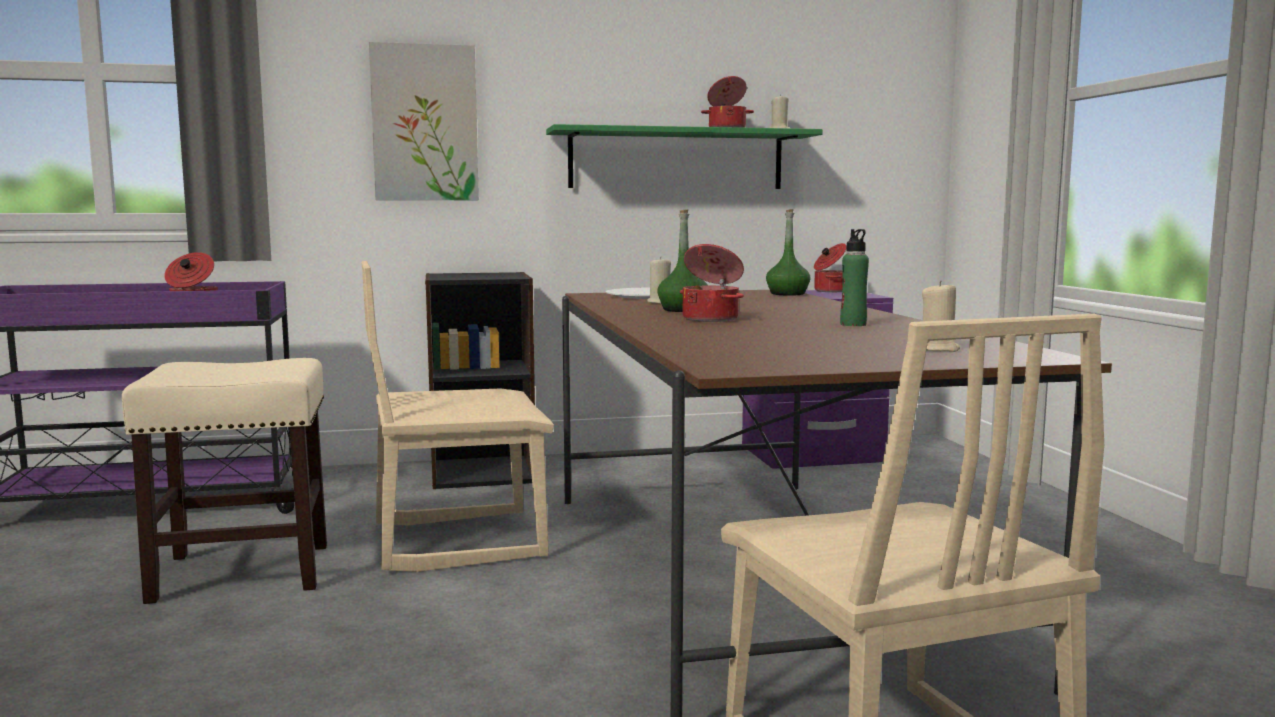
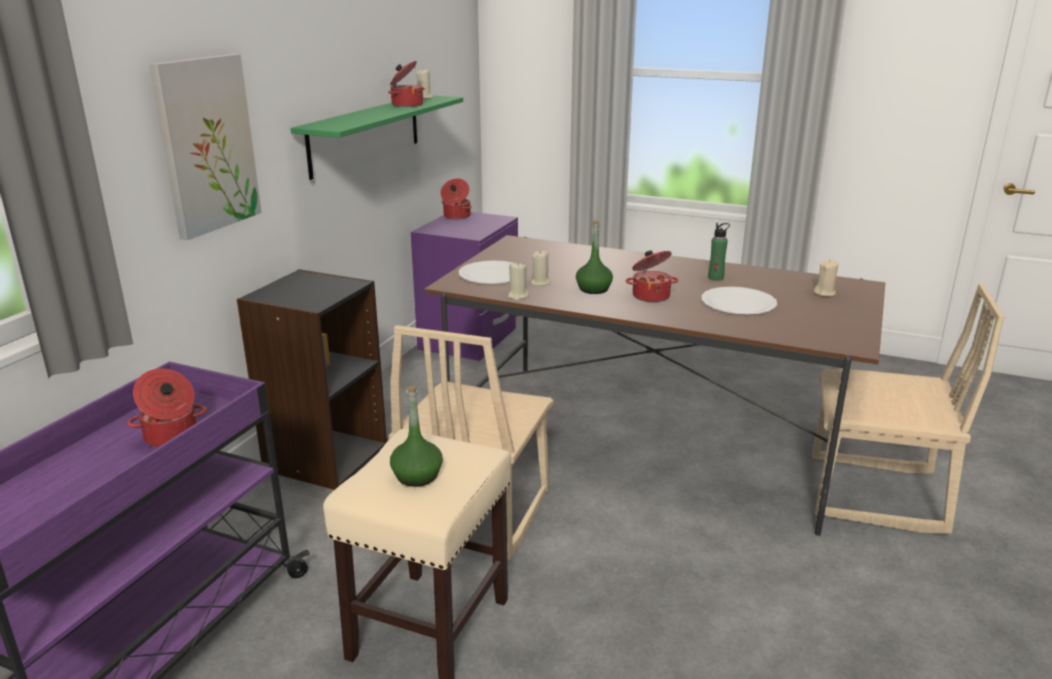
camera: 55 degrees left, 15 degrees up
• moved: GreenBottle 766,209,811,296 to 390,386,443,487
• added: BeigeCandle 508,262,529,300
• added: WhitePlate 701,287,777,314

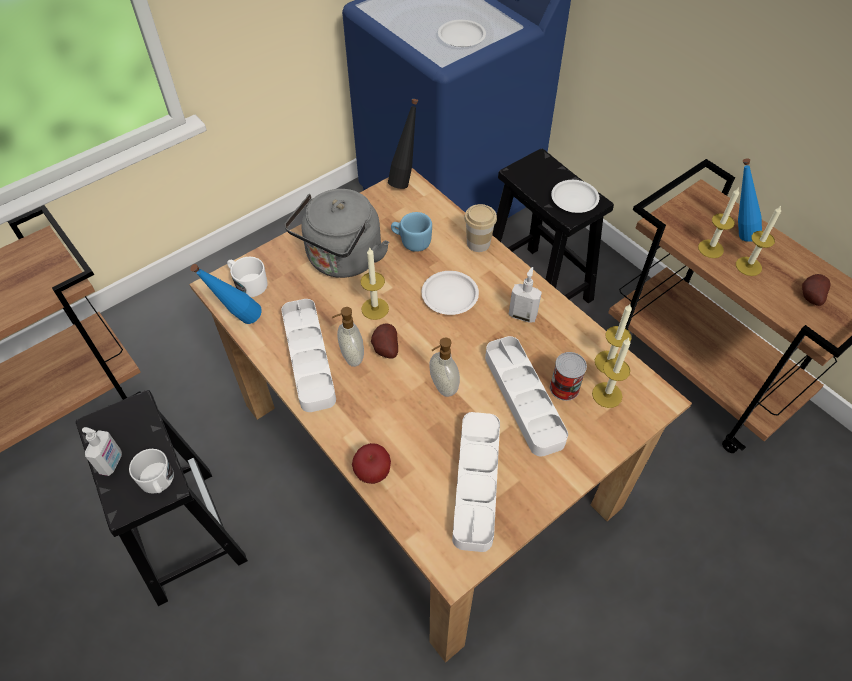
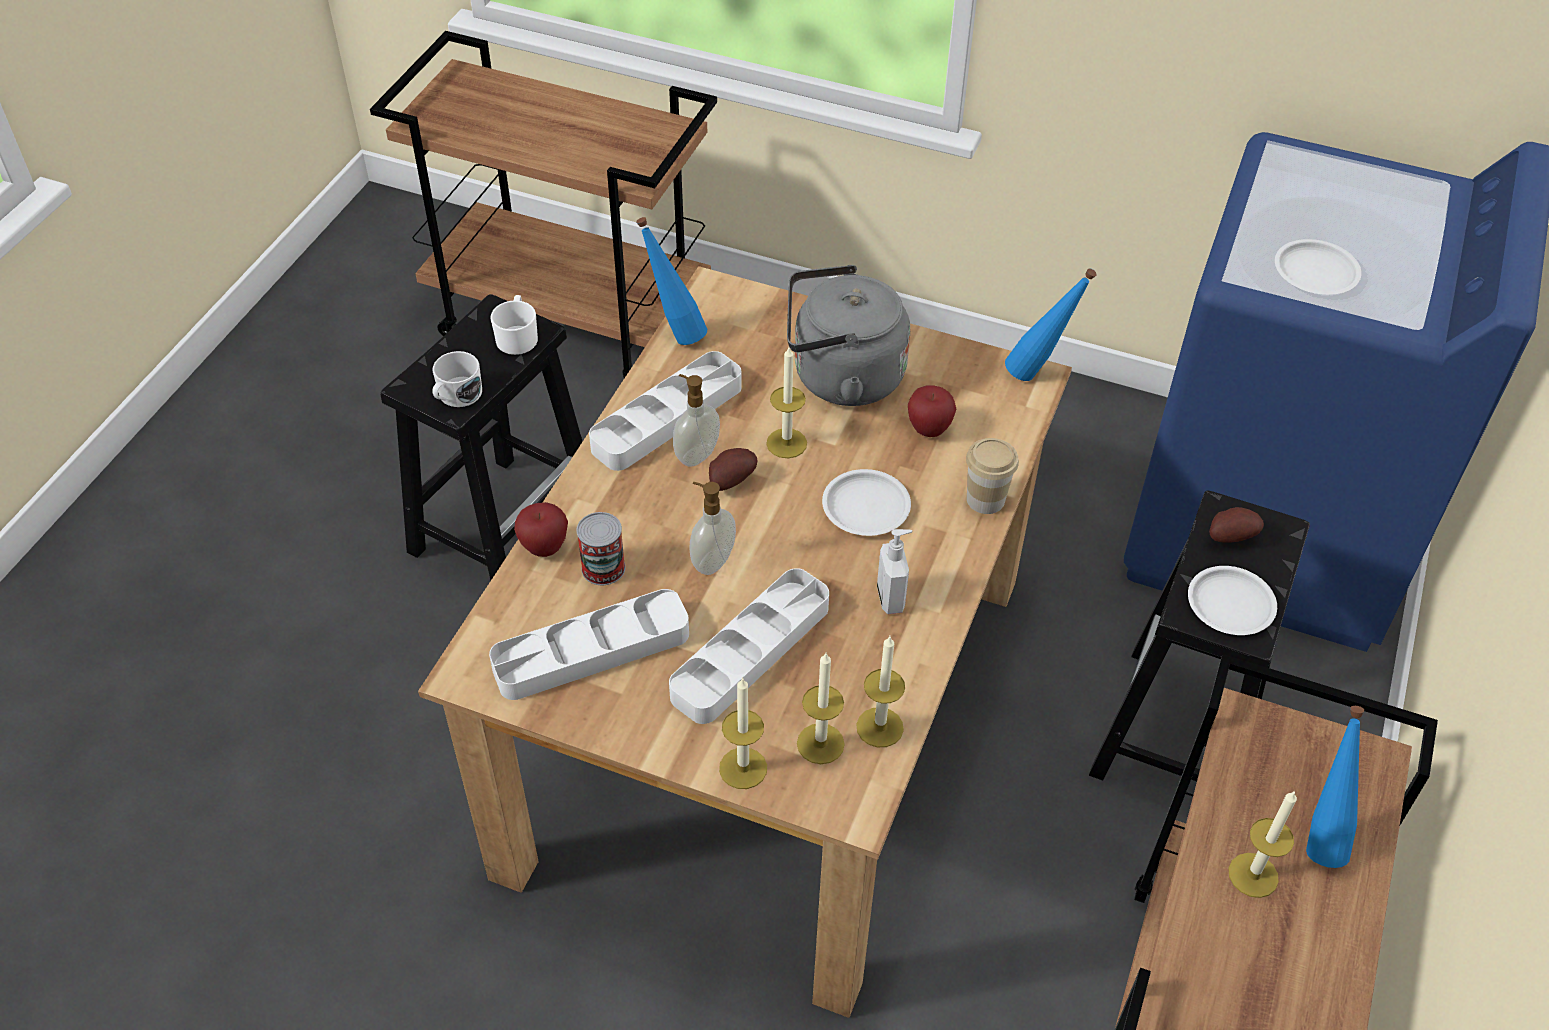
camera: 60 degrees right, 5 degrees down
• removed: SoapDispenser 82,427,122,476
• moved: WhiteMug 227,257,268,297 to 491,295,538,355
• recoloured: BlackBottle 388,99,418,189 to BlueBottle 1005,268,1097,381
• replaced: BlueMug 391,212,432,252 to Apple 908,385,956,437
• moved: Can 550,352,587,401 to 577,512,625,585
• moved: Candle 698,187,739,258 to 719,677,767,789
• moved: Potato 802,274,830,306 to 1209,507,1264,543

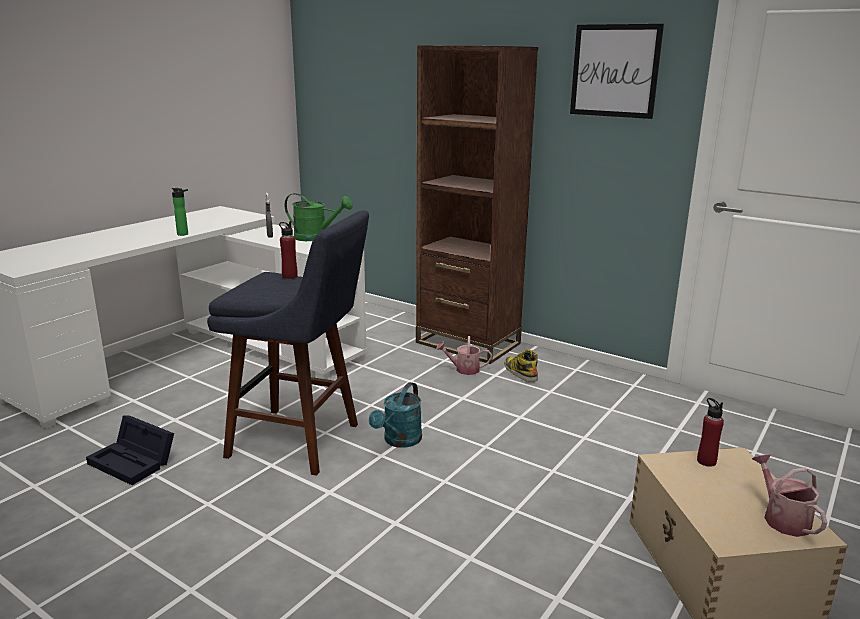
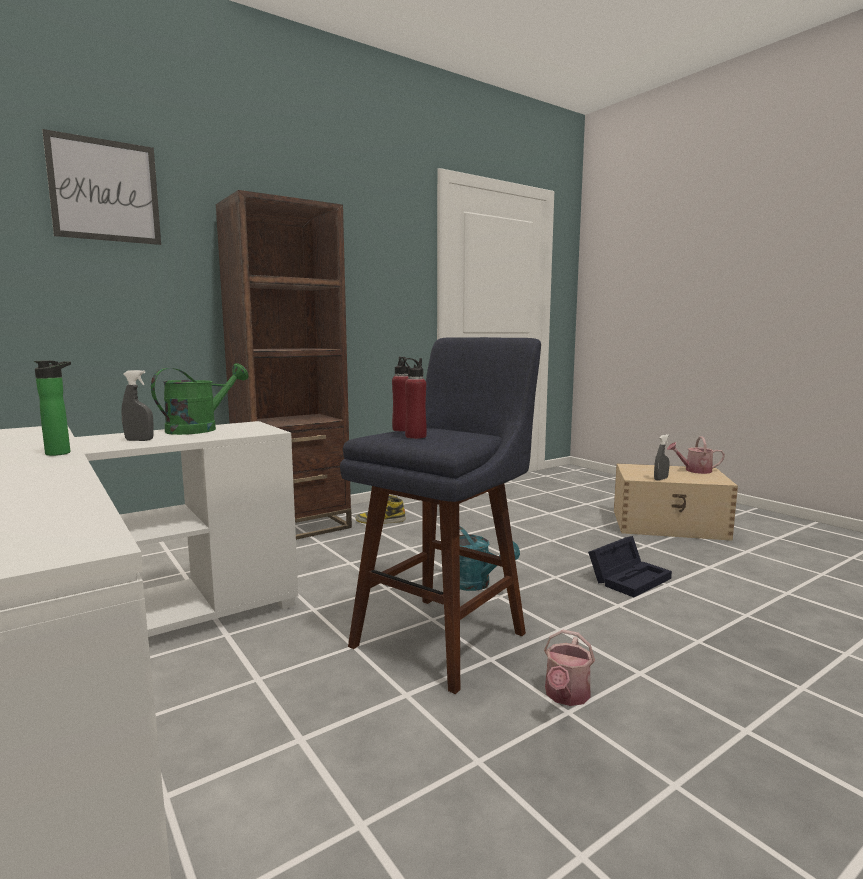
camera: 70 degrees left, 10 degrees down
• moved: BlackStorageBox 86,416,174,485 to 588,536,672,597
• moved: WateringCan 436,336,492,375 to 544,630,595,706
• moved: Picture 570,24,664,119 to 42,129,161,245
• moved: RedBottle 697,398,724,467 to 405,358,427,439
• added: GreySprayBottle 654,434,670,480

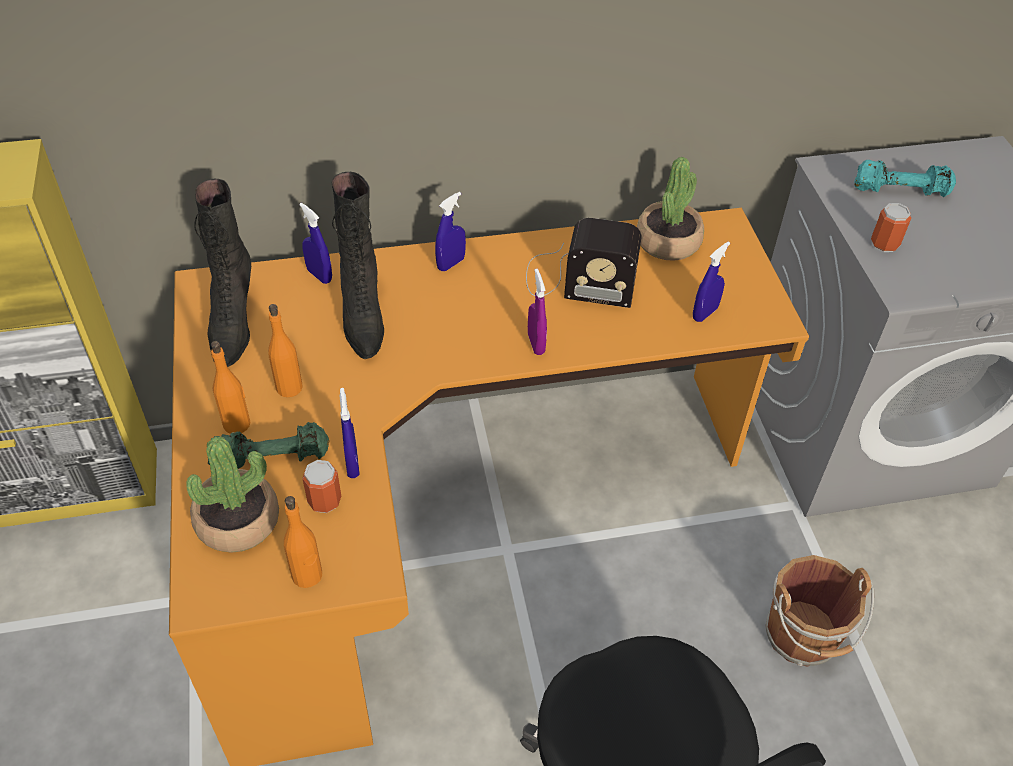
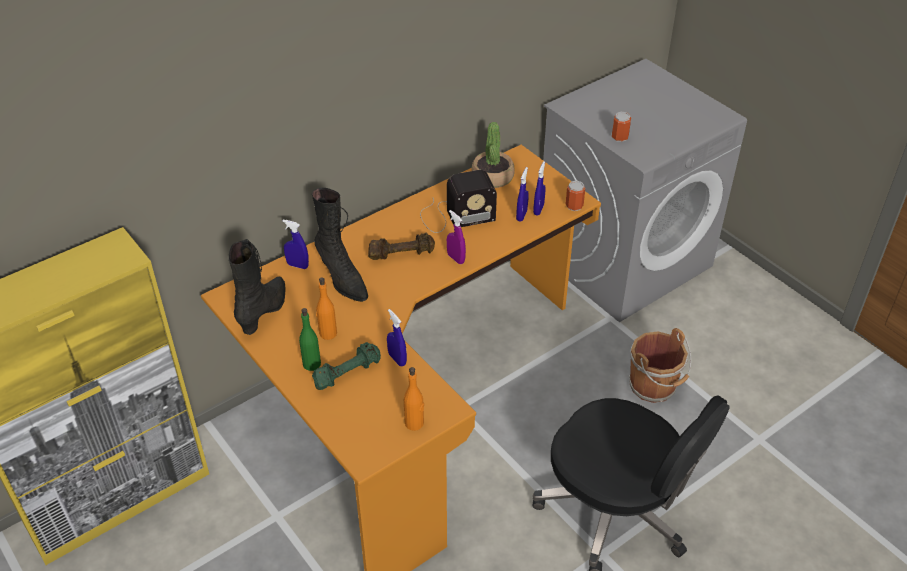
camera: 25 degrees left, 5 degrees down
• removed: PottedPlant 186,436,279,553
• turned: BlackBoot 194,179,251,367 = 229,239,285,335 135 degrees counterclockwise
• recoloured: OrangeBottle 211,341,250,434 to GreenBottle 299,308,321,371
• moved: Can 302,460,341,513 to 566,180,585,211
• moved: BlueSprayBottle 435,192,466,271 to 516,167,529,222
• removed: TurquoiseDumbbell 854,160,956,197
• added: BrownDumbbell 368,233,435,260

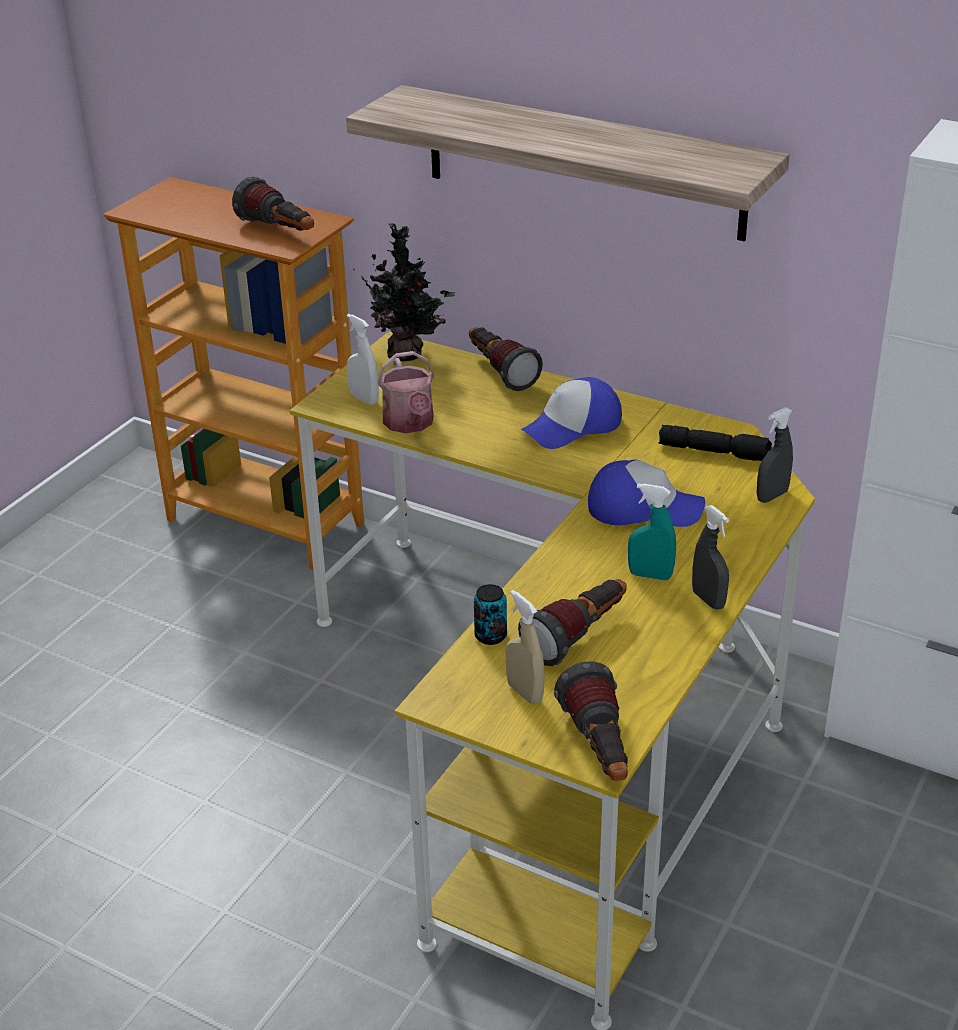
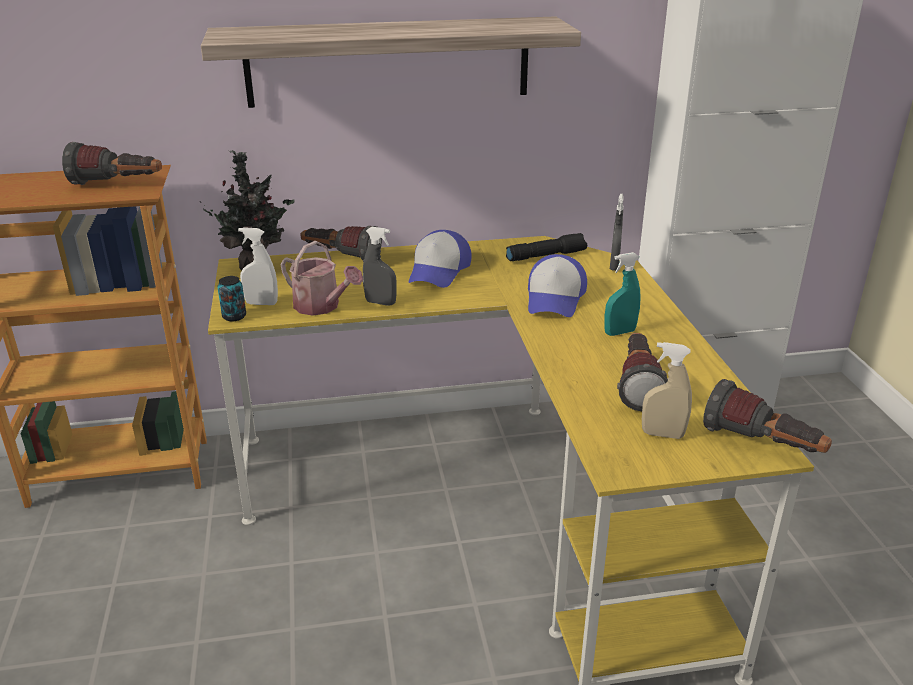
camera: 40 degrees left, 5 degrees down
• moved: Can 474,584,507,645 to 217,276,246,321
• turned: Cap 588,460,705,527 = 528,254,587,317 135 degrees clockwise
• moved: GreySprayBottle 692,505,729,610 to 363,227,397,306

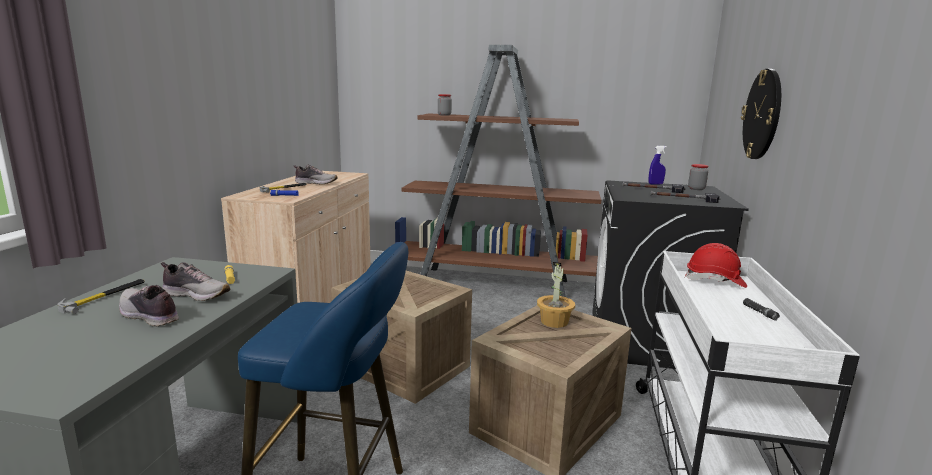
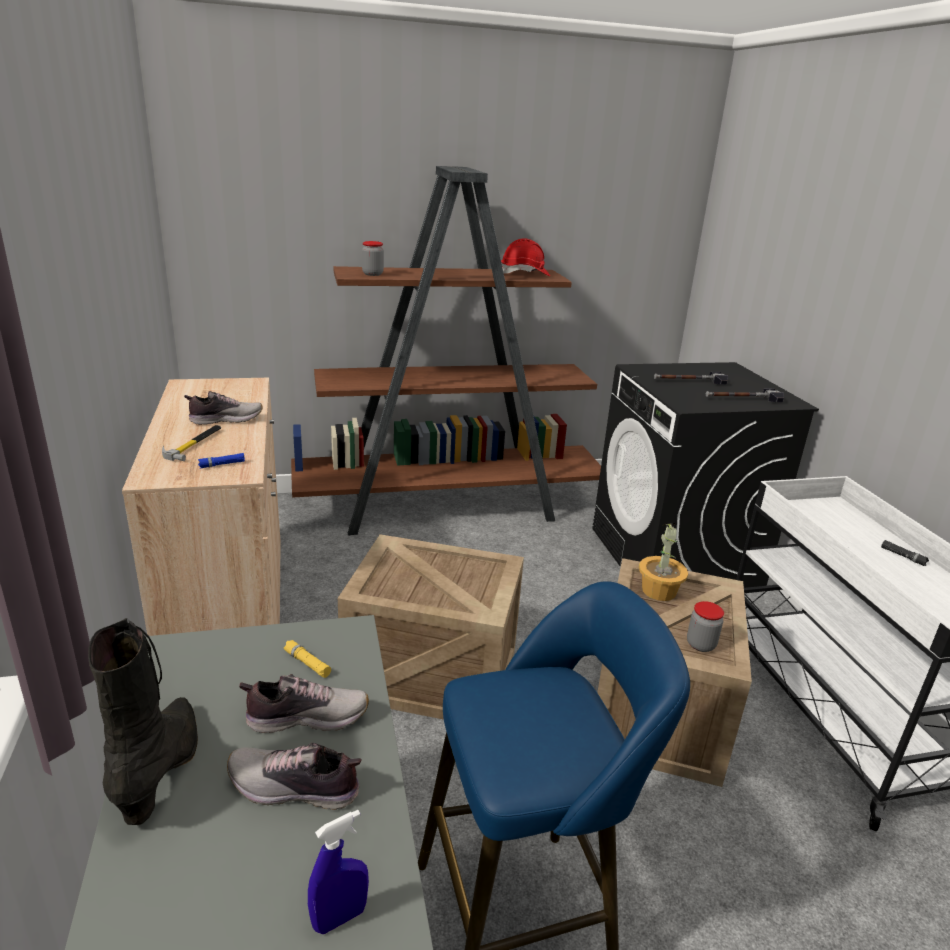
camera: 25 degrees left, 10 degrees up
• replaced: Hammer 57,279,145,314 to BlackBoot 88,618,198,825
• moved: BlueSprayBottle 649,146,667,185 to 308,810,369,934
• moved: RedHardHat 684,243,747,288 to 501,238,550,276
• moved: Jar 688,164,709,190 to 687,601,724,652
• removed: WallClock 741,69,781,159

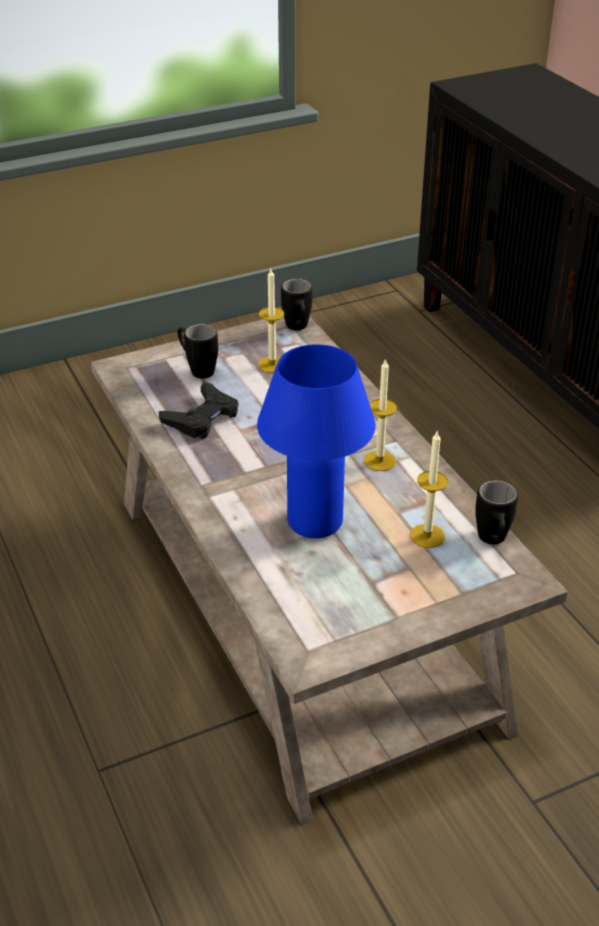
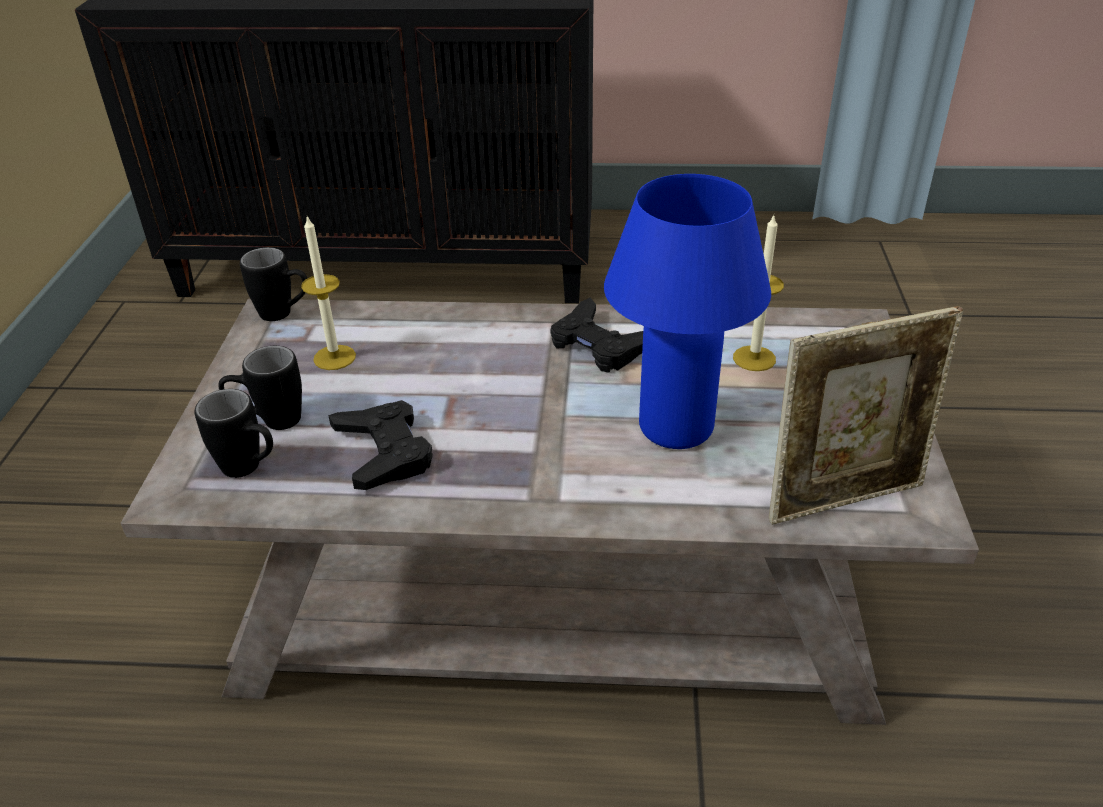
camera: 60 degrees left, 0 degrees up
• replaced: Candle 364,358,397,471 to BlackGameController 550,298,643,373
• moved: BlackMug 475,480,518,544 to 195,389,273,478
• added: PictureFrame 769,306,963,525

